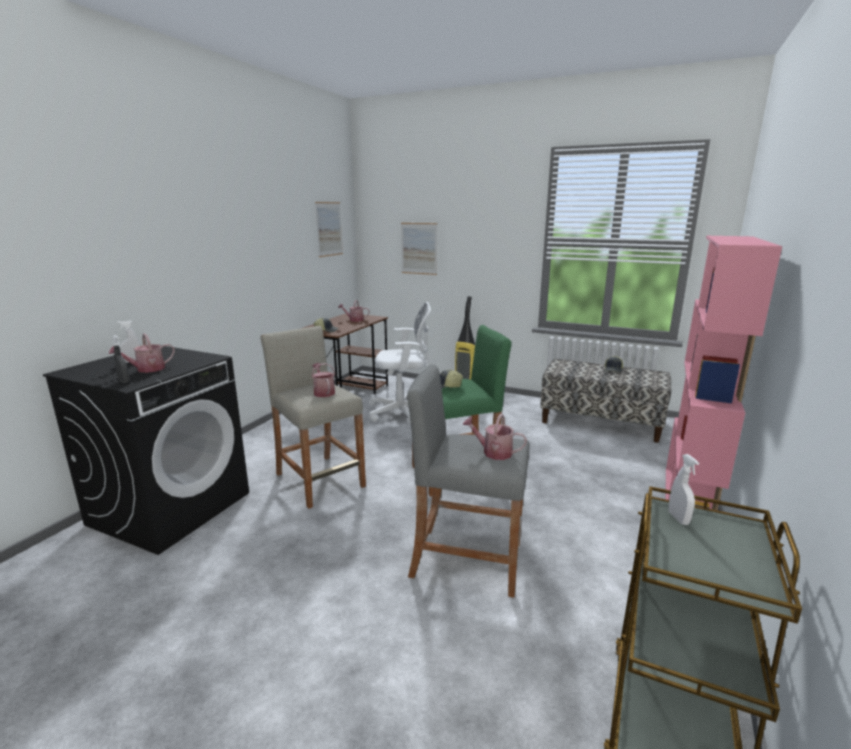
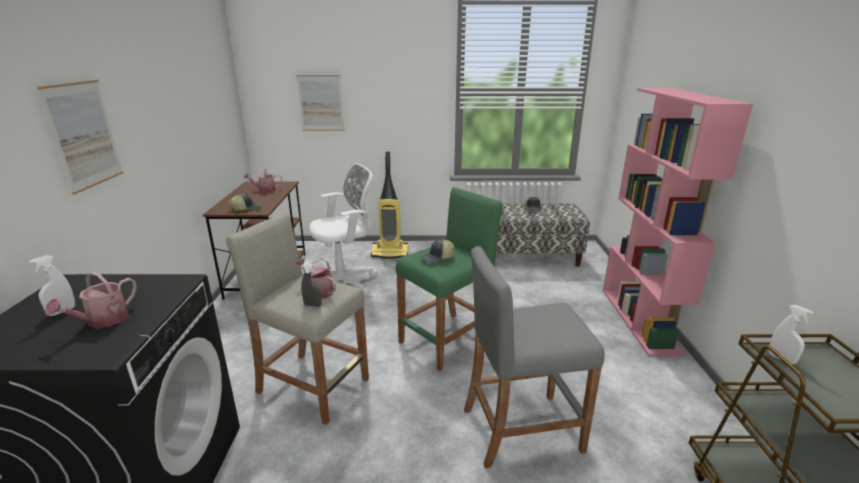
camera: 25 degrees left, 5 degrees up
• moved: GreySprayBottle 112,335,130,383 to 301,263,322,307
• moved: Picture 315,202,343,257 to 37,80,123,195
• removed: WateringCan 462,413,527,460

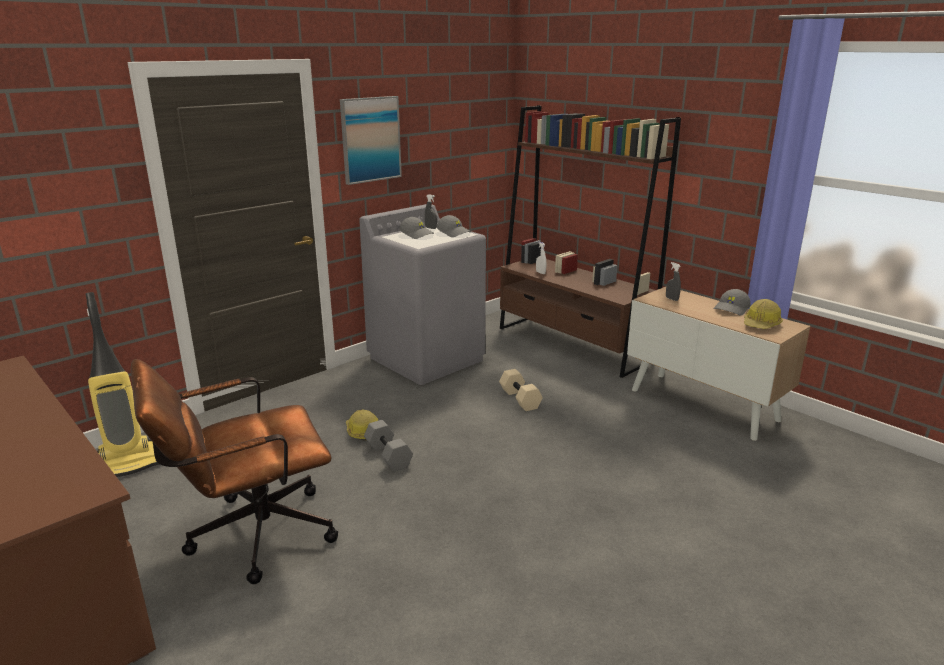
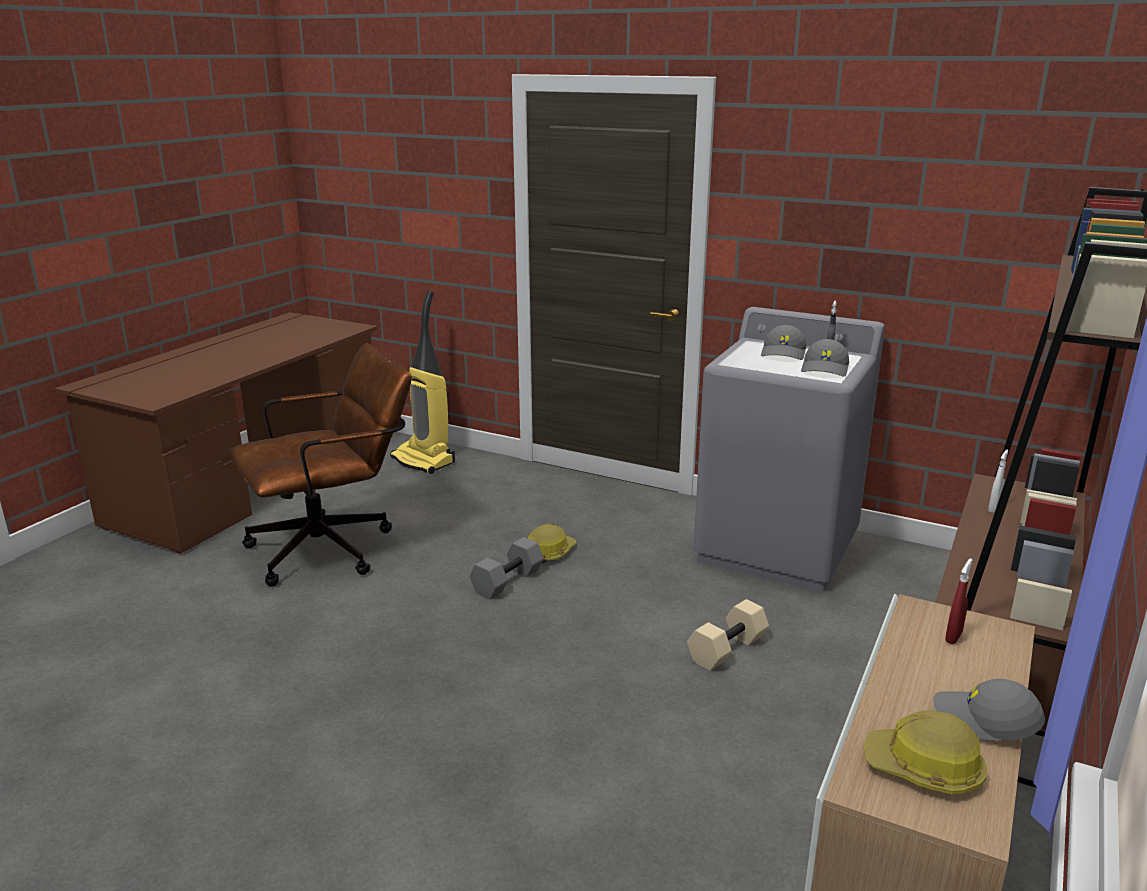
camera: 70 degrees right, 0 degrees up
• turned: BrownOfficeChair 131,359,338,584 = 229,343,412,587 105 degrees clockwise
• removed: Picture 340,96,402,185
• recoloured: GreySprayBottle 666,262,681,301 to RedSprayBottle 945,558,972,644

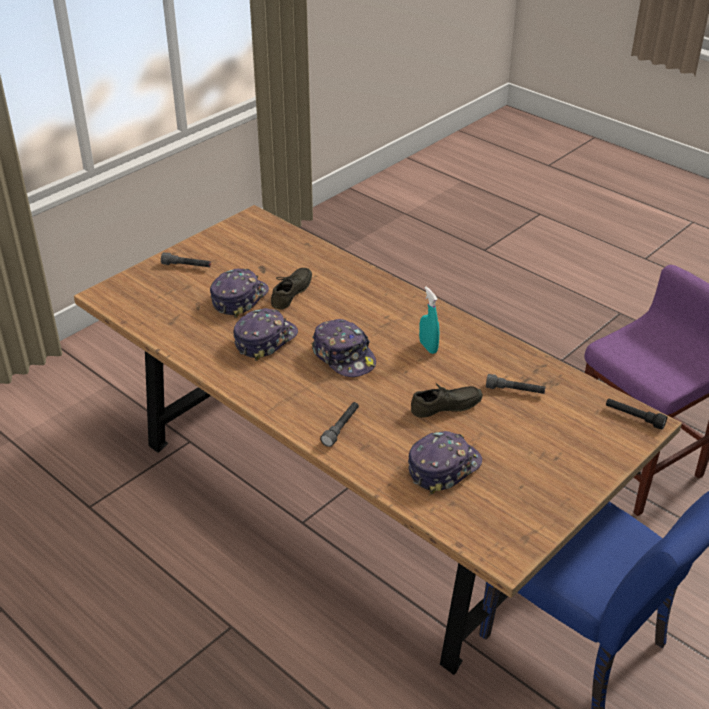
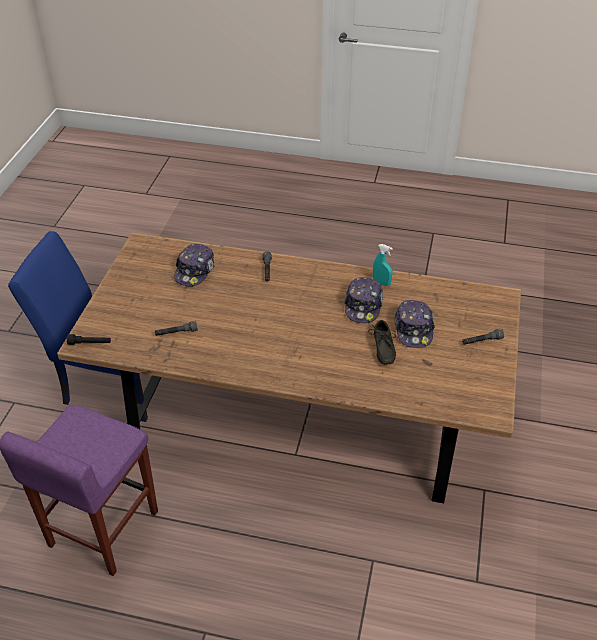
camera: 150 degrees right, 5 degrees up
• removed: Cap 311,319,376,377
• removed: GreyShoe 411,382,483,418
• moved: TurquoiseSprayBottle 419,287,439,354 to 373,244,393,286

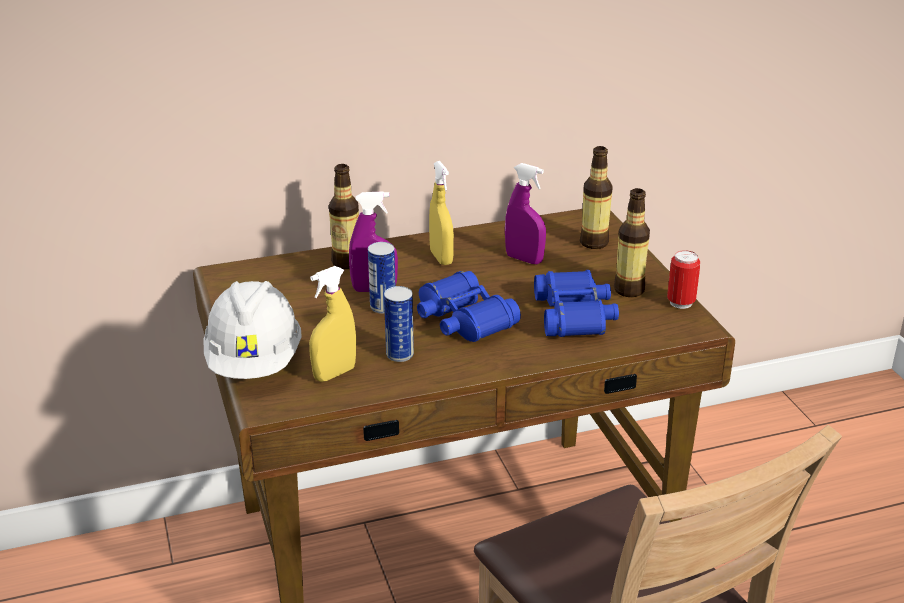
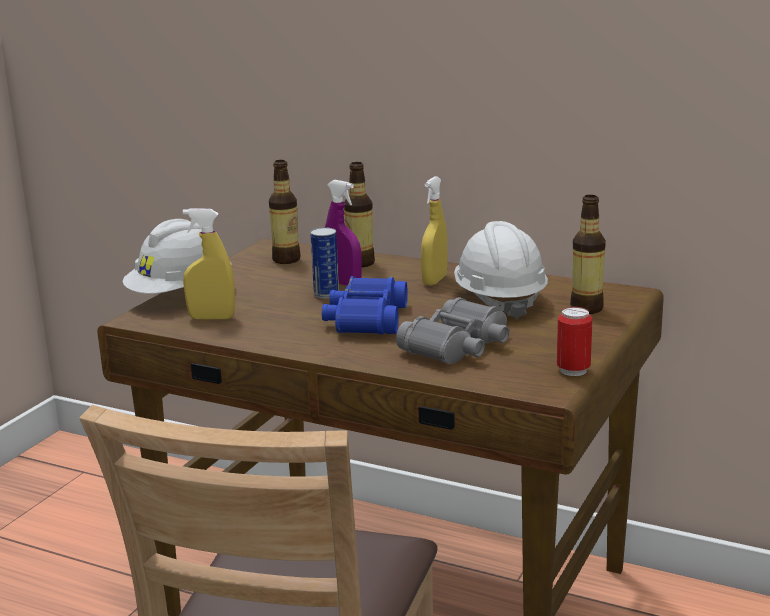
camera: 45 degrees right, 10 degrees down
• removed: Can 384,286,414,362
• replaced: PurpleSprayBottle 505,163,546,264 to WhiteHardHat 454,221,548,320
• recoloured: BlueBinoculars 534,270,619,337 to GreyBinoculars 396,297,509,364
• moved: Bottle 614,188,650,297 to 269,160,301,264

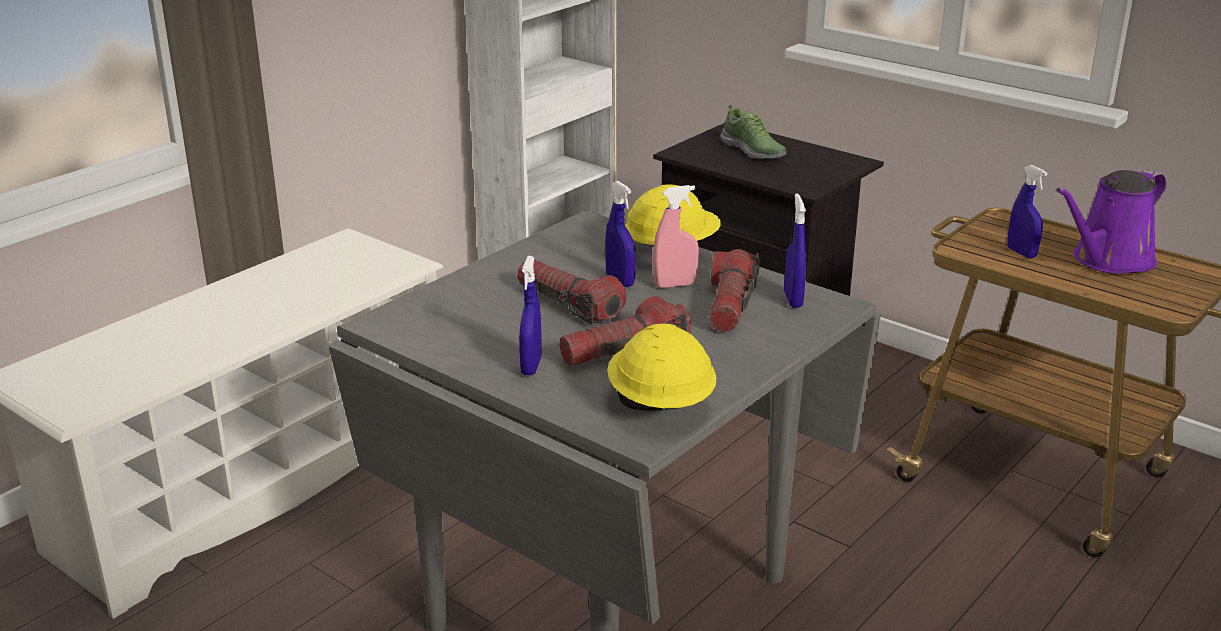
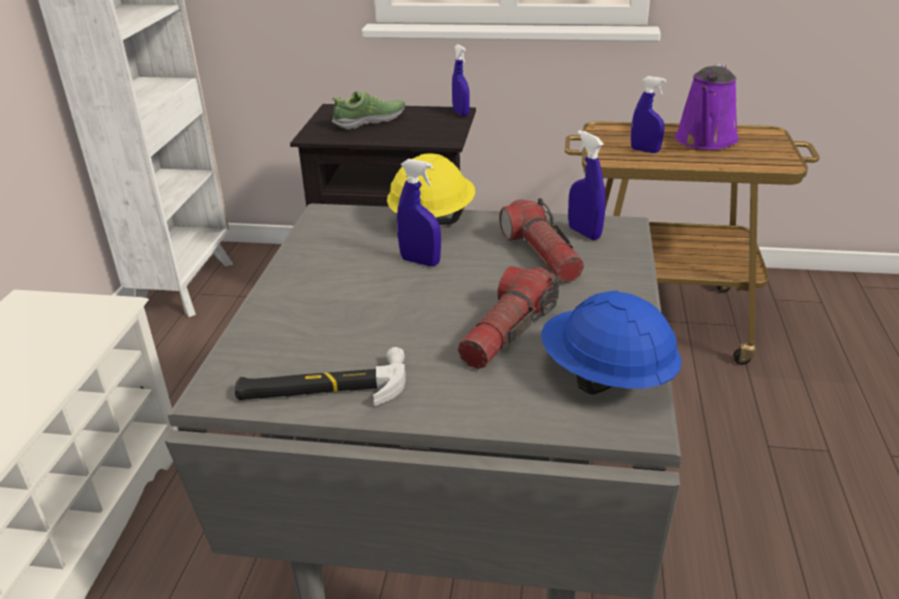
camera: 30 degrees left, 5 degrees up
• removed: Flashlight 517,260,627,324
• moved: BlueSprayBottle 519,256,542,375 to 452,44,470,116
• recoloured: YellowHardHat 607,324,717,411 to BlueHardHat 541,291,682,394
• removed: PinkSprayBottle 652,185,699,288
• turned: Shoe 720,105,787,159 = 332,91,405,130 60 degrees counterclockwise
• added: Hammer 235,347,406,406

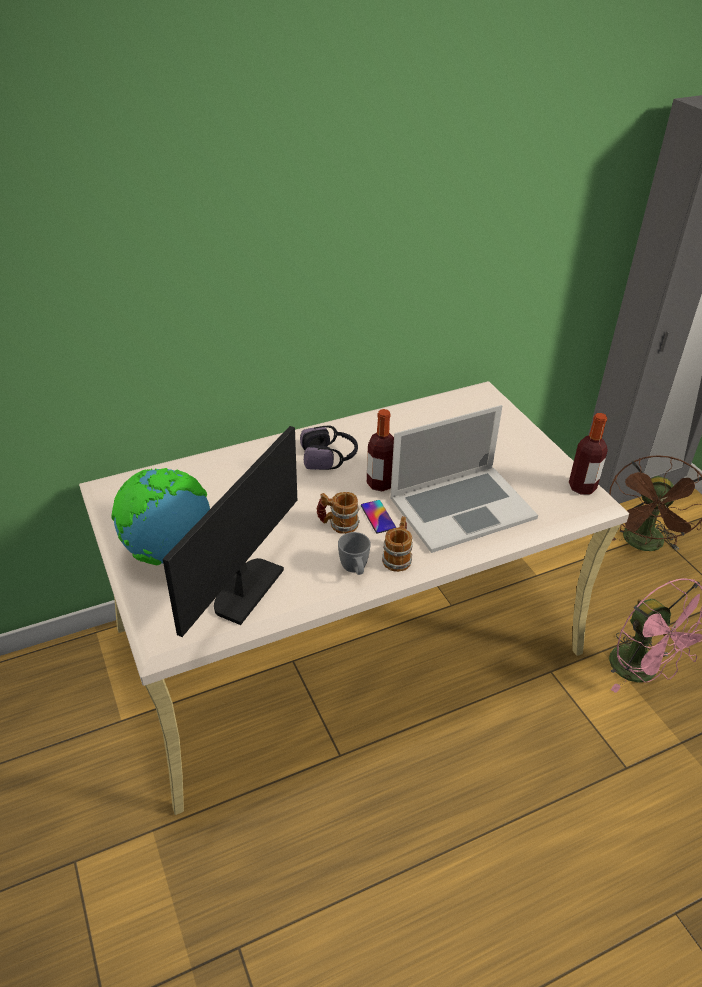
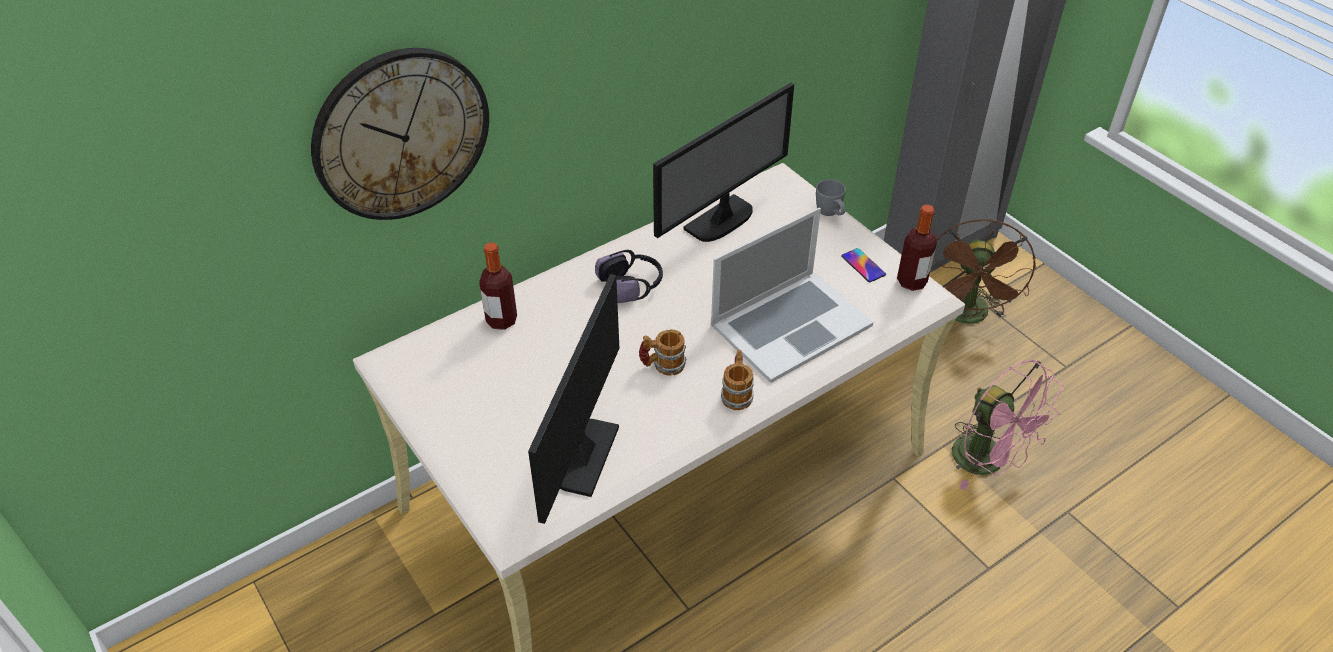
camera: 10 degrees left, 5 degrees up
• removed: Globe 111,468,210,565
• moved: GreyMug 338,532,371,575 to 816,179,846,216
• moved: Phone 361,500,396,533 to 841,248,886,282
• moved: Bottle 367,409,394,491 to 479,243,517,330
• added: WallClock 311,48,489,220
• added: Monitor 653,82,794,242

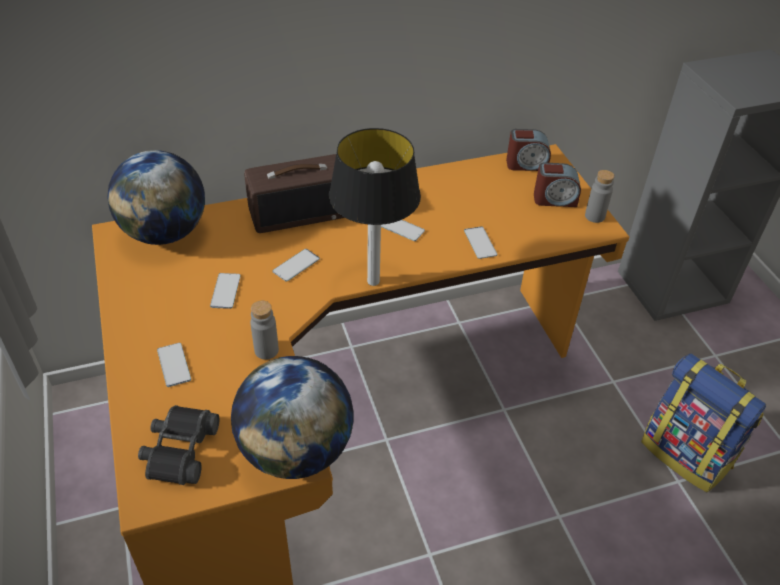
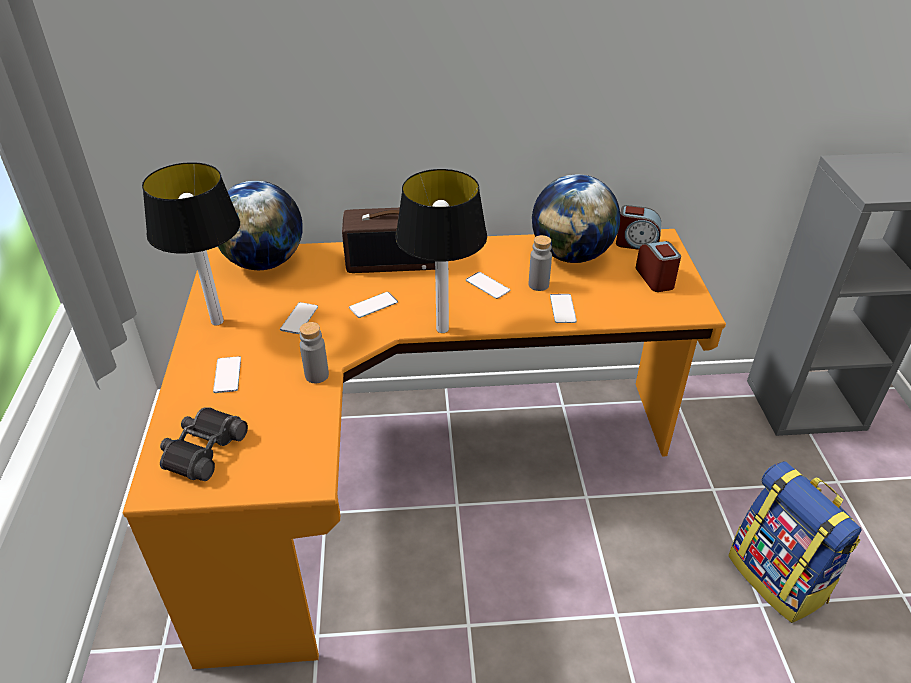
camera: 15 degrees right, 5 degrees down
• moved: Globe 231,356,354,479 to 532,174,620,263
• turned: AlarmClock 534,162,581,207 = 635,241,681,292 120 degrees counterclockwise
• moved: GreyBottle 585,170,615,223 to 529,235,552,291
• added: TableLamp 142,162,240,325

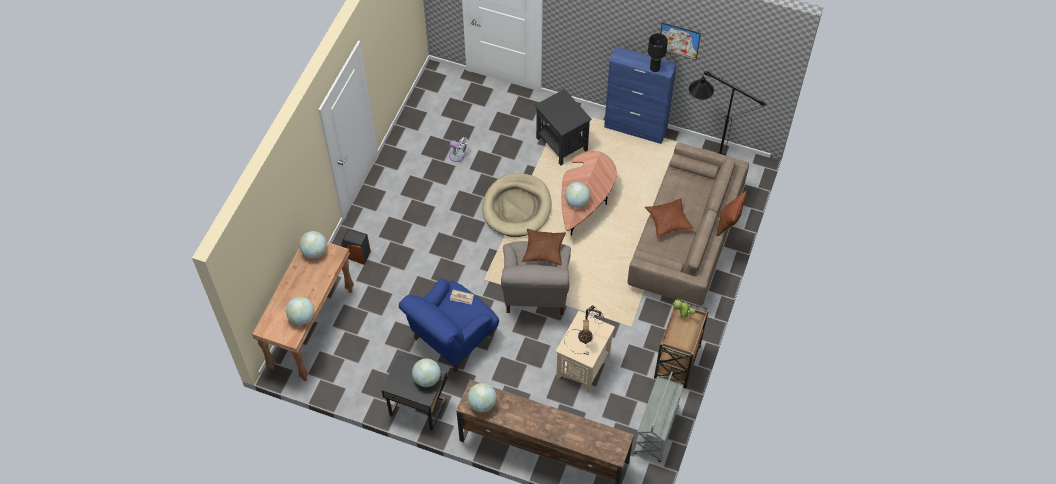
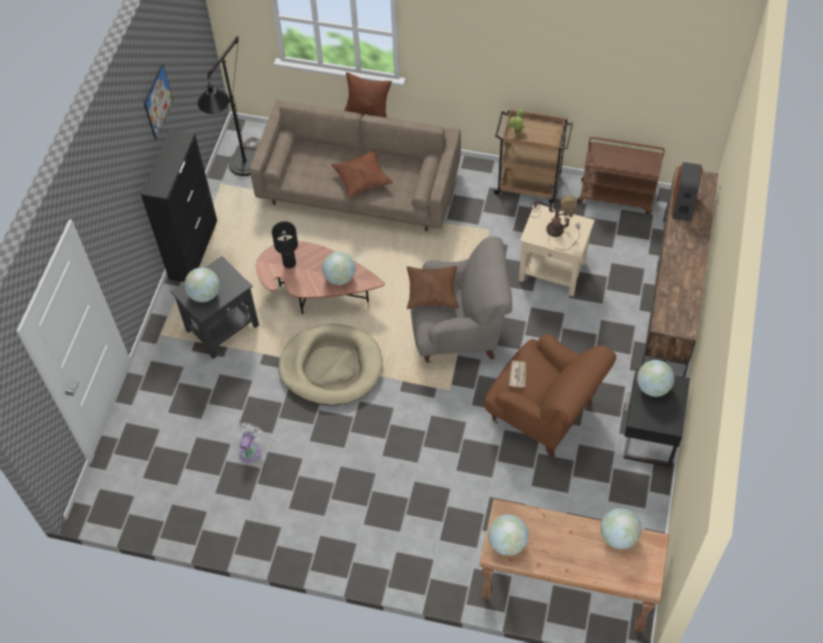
camera: 95 degrees left, 0 degrees up
• moved: Speaker 341,229,371,265 to 672,162,703,221
• recoloured: BlueArmchair 399,279,499,373 to BrownArmchair 484,334,616,459
• moved: Globe 468,383,497,412 to 184,267,220,302
• recoloured: BlueCabinet 604,47,677,144 to BlackCabinet 141,129,217,282
• recoloured: GreyCart 634,371,683,462 to BrownCart 577,137,665,214
• moved: BlackTableLamp 648,33,668,72 to 272,221,298,268

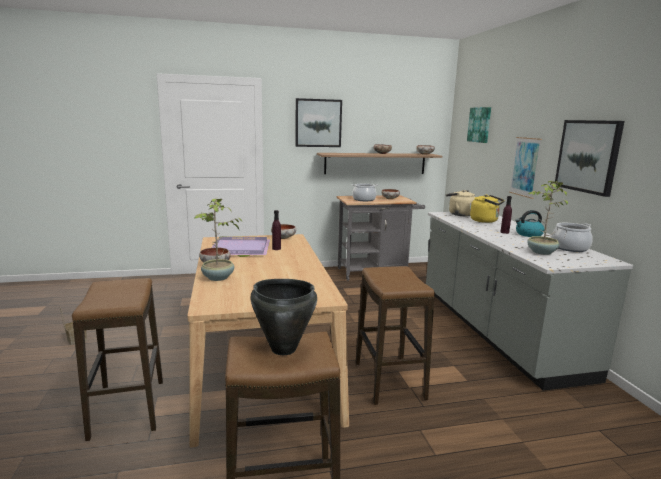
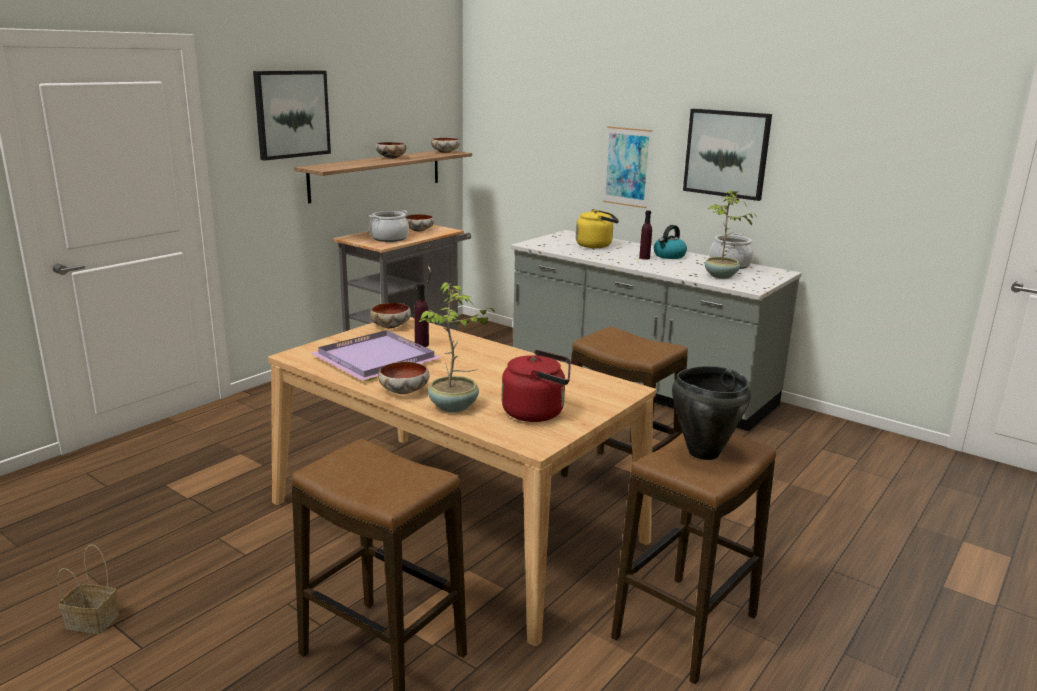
camera: 40 degrees left, 5 degrees up
• removed: BeigeKettle 446,190,475,216
• removed: Picture 467,107,491,143
• added: RedKettle 502,350,571,422

